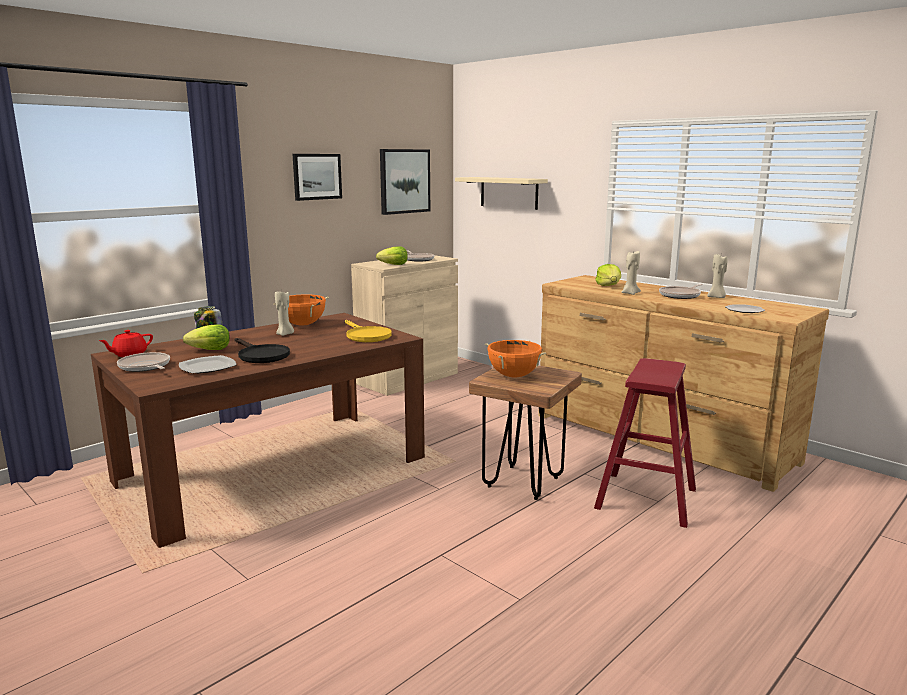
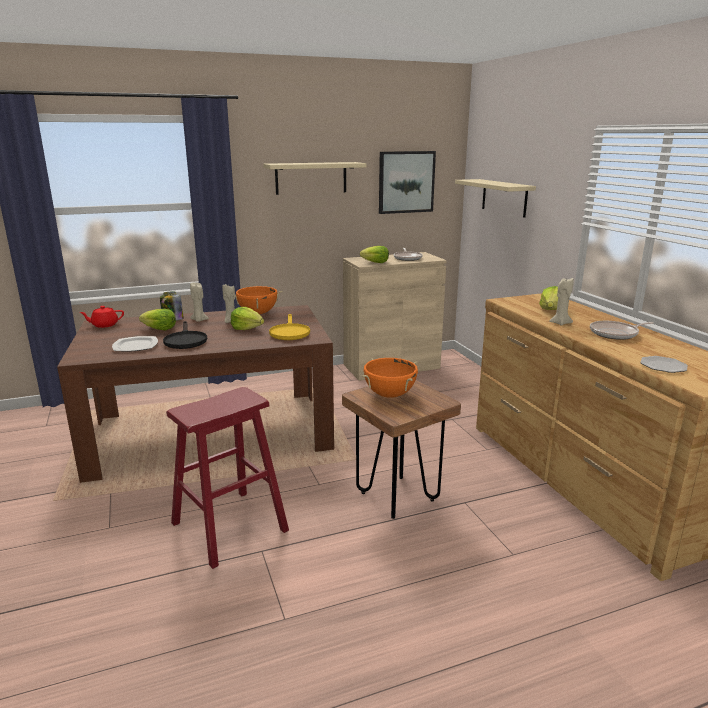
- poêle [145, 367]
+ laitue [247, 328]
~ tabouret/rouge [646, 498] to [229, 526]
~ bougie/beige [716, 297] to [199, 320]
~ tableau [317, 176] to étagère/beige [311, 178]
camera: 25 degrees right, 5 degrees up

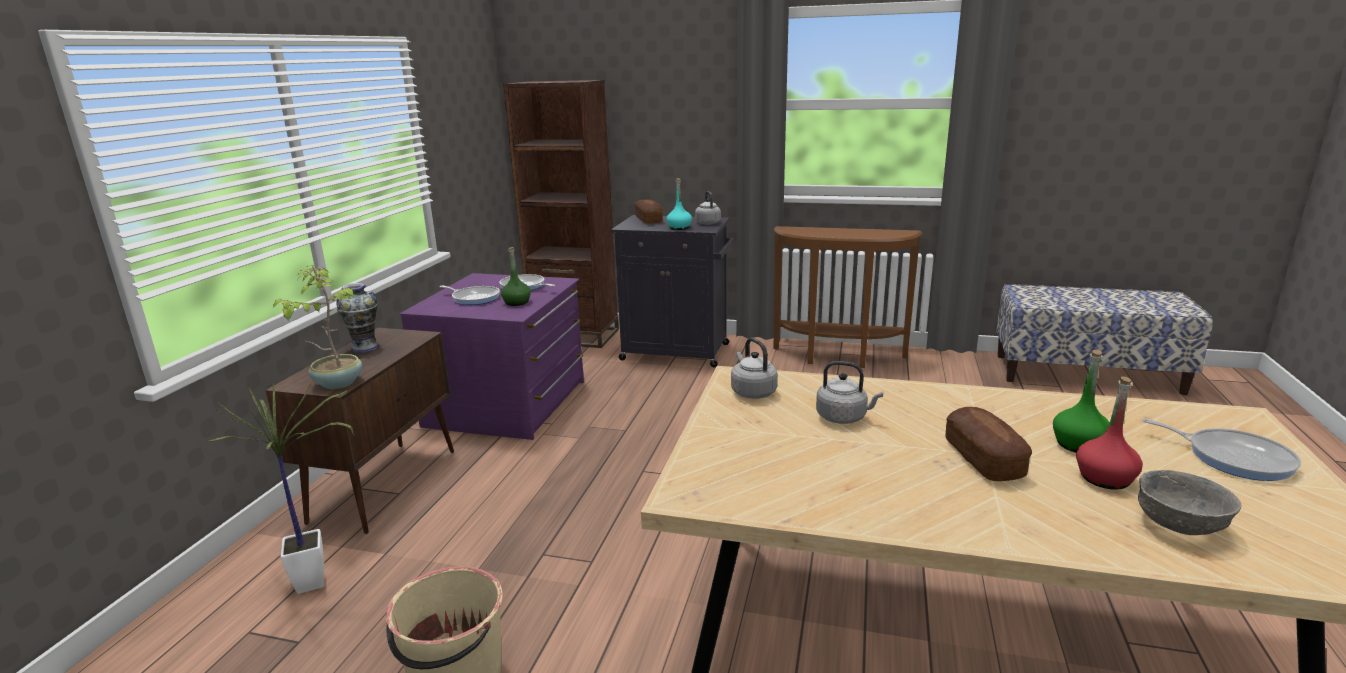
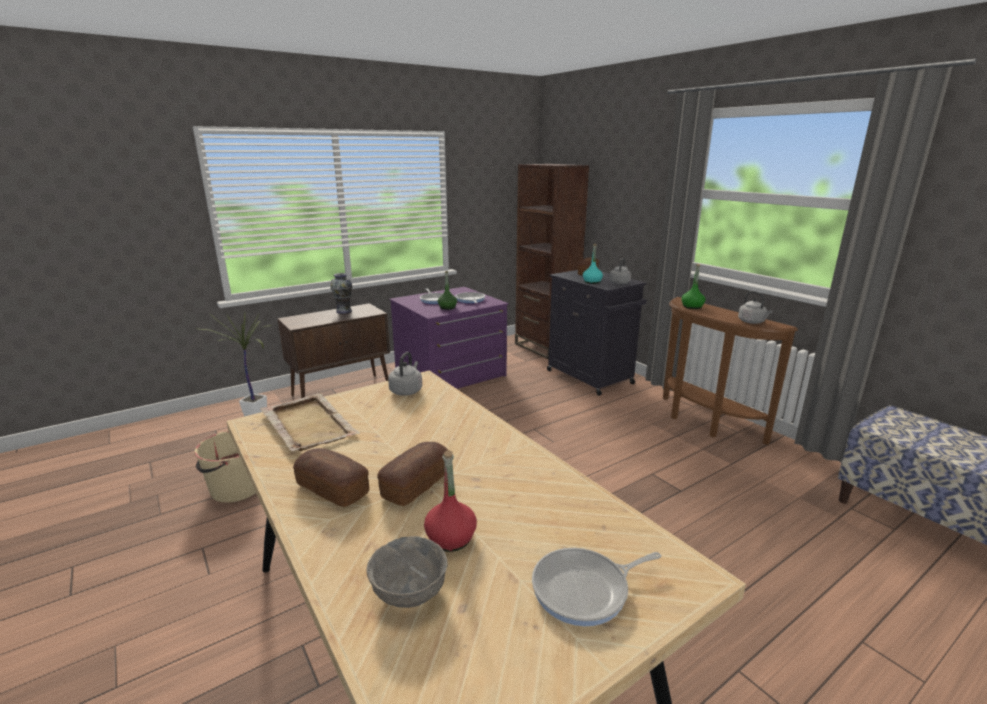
- plante en pot [337, 383]
+ plateau/beige [308, 424]
+ pain [332, 489]
~ bouilloire/gris [844, 417] to [752, 322]
~ bouteille/vert [1079, 445] to [692, 307]
~ poêle [1233, 457] = [585, 590] 75 degrees clockwise
camera: 40 degrees right, 0 degrees up

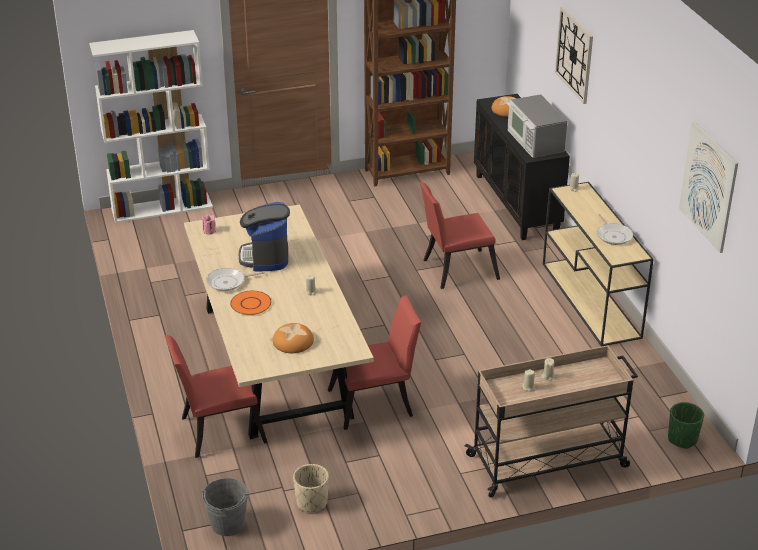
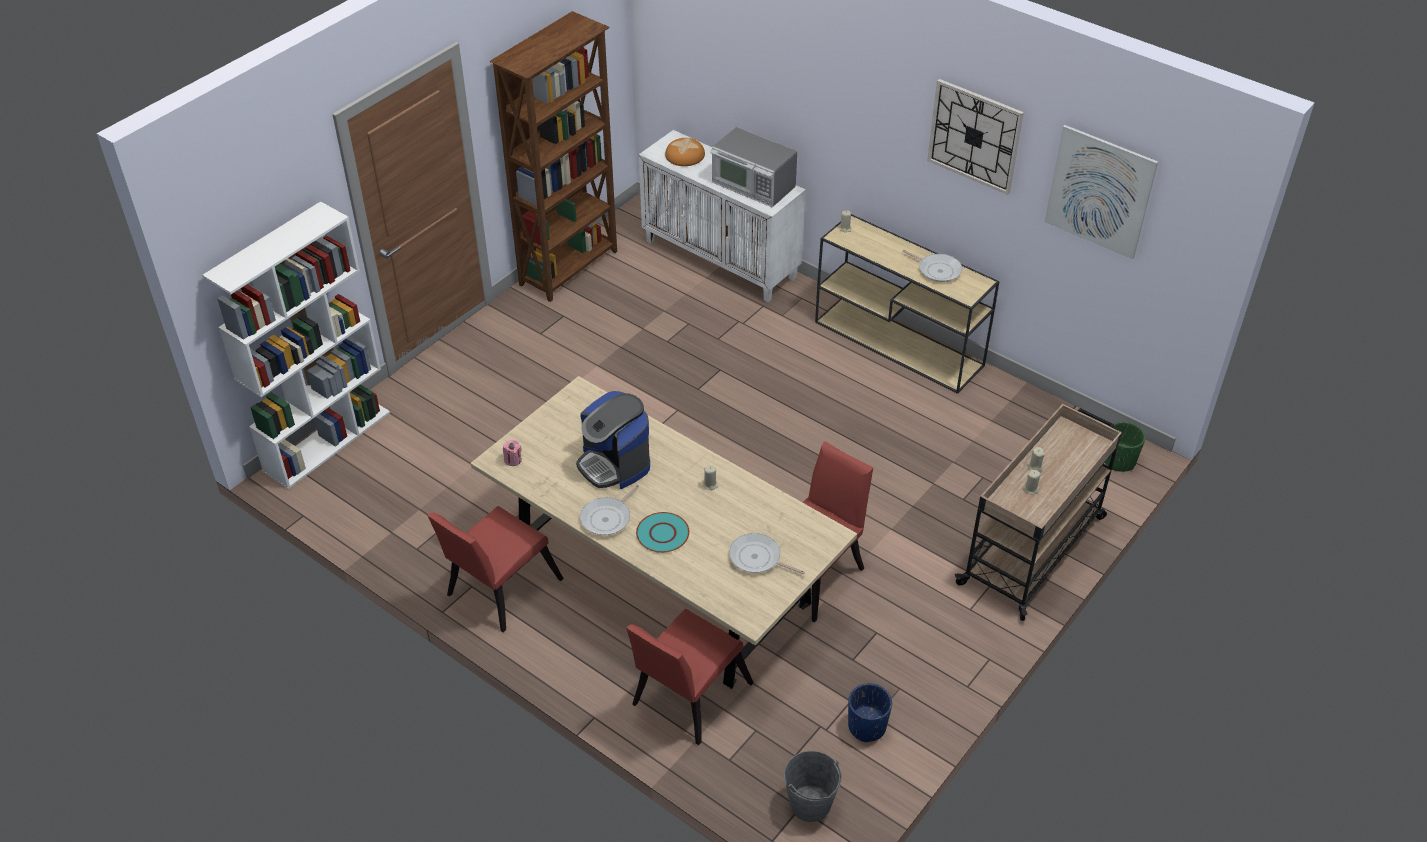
~ chaise/rouge [455, 269] to [498, 590]
~ horloge murale [574, 55] to [974, 136]
~ pain [293, 342] to poêle [758, 558]
~ assiette/orange [250, 304] to assiette/turquoise [662, 534]
~ cache-pot/beige [311, 502] to cache-pot/bleu [867, 727]
~ meuble de rangement/noir [517, 204] to meuble de rangement/blanc [722, 259]
camera: 35 degrees left, 10 degrees up

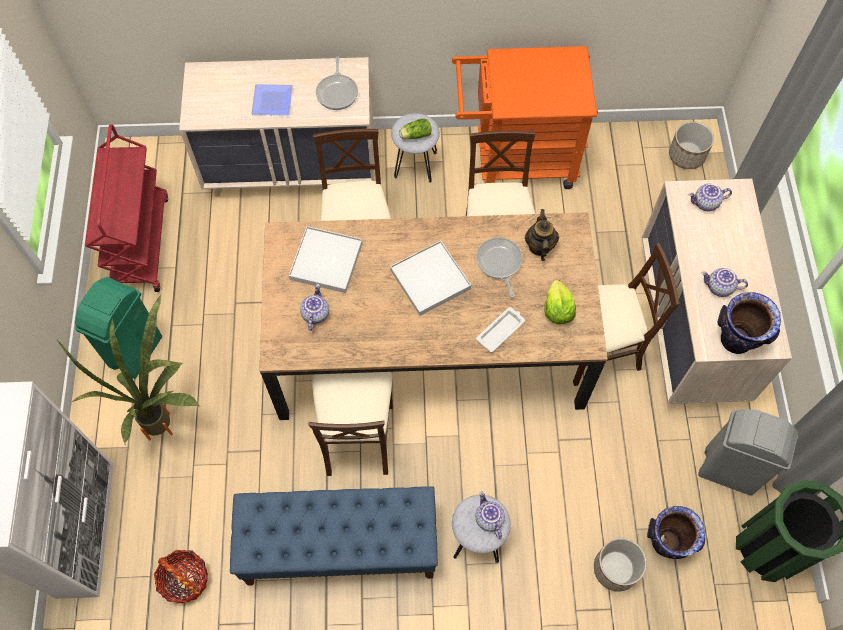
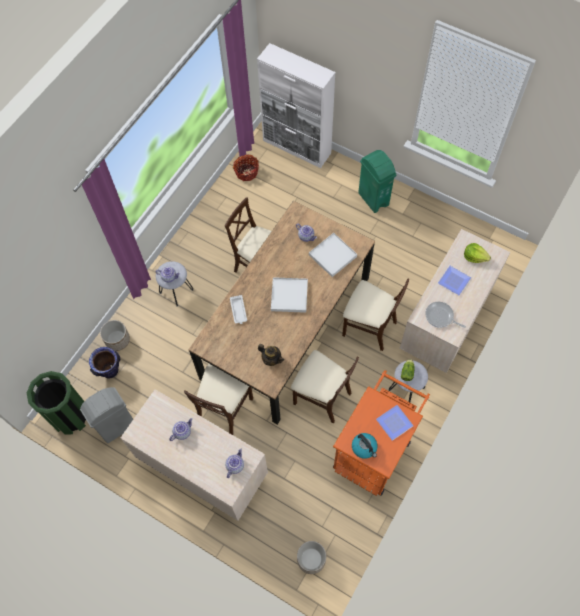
- plante en pot [169, 427]
- chariot/rouge [140, 242]
- banc/bleu [339, 548]
- poêle [499, 263]
- vase [735, 340]
+ bouilloire [364, 447]
+ assiette [393, 422]
~ laitue [557, 310] to [474, 257]
camera: 125 degrees right, 0 degrees up

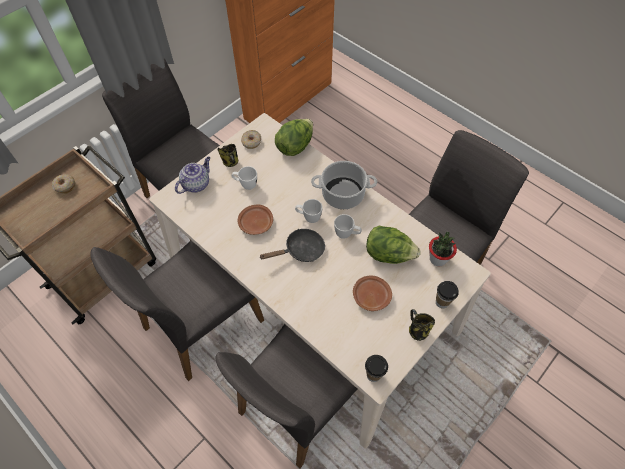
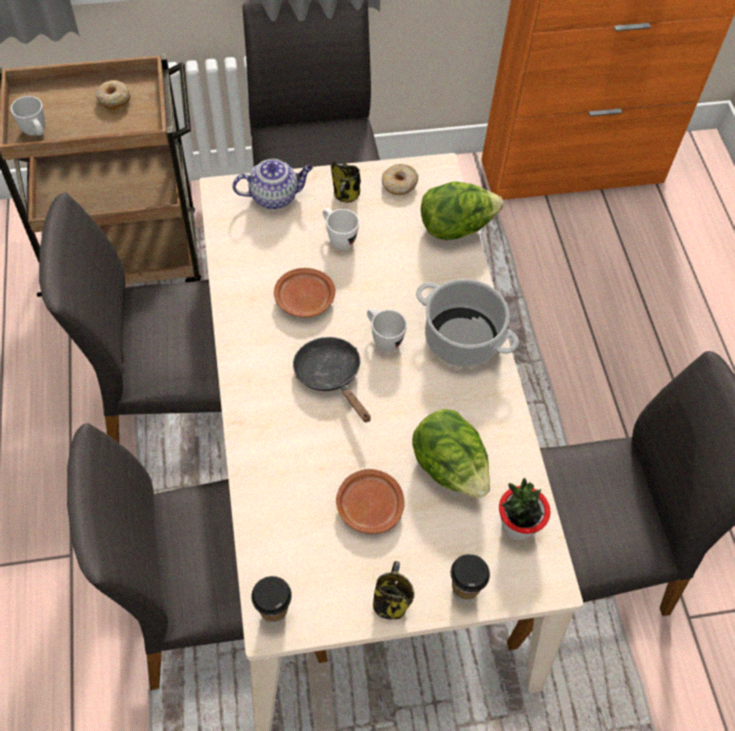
~ mug/blanc [347, 234] to [37, 133]
~ poêle/noir [301, 250] = [331, 376] 135 degrees counterclockwise
camera: 35 degrees right, 0 degrees up

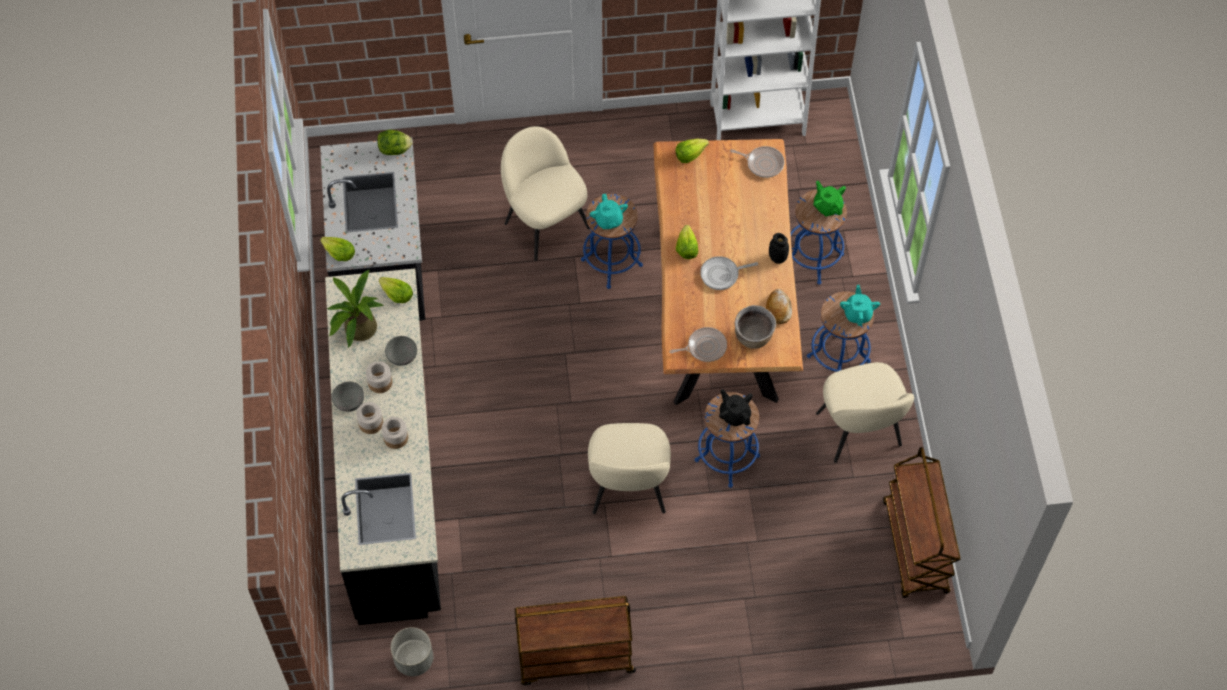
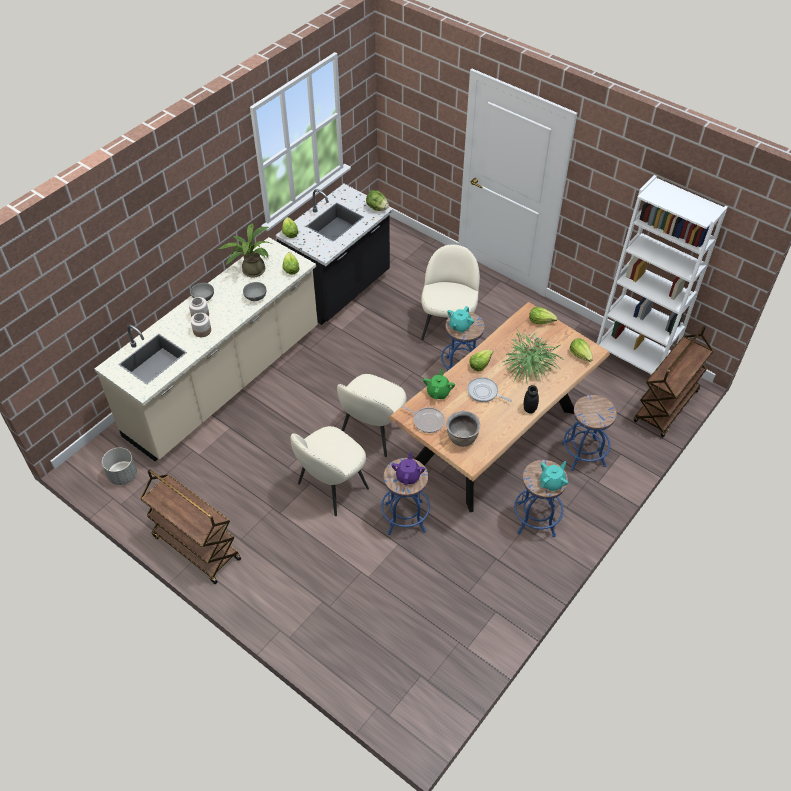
- bocal [380, 382]
- pain [778, 309]
+ plante en pot [529, 366]
~ théière/vert [827, 206] to [438, 392]
~ chaise/beige [859, 431] to [372, 432]
~ chariot/marron [915, 548] to [666, 407]
~ poêle [763, 163] to laitue [580, 355]
~ comptoir de cuisine/noir [393, 477] to comptoir de cuisine/beige [225, 382]
~ théière/noir [734, 414] to théière/violet [408, 476]
camera: 45 degrees right, 10 degrees down

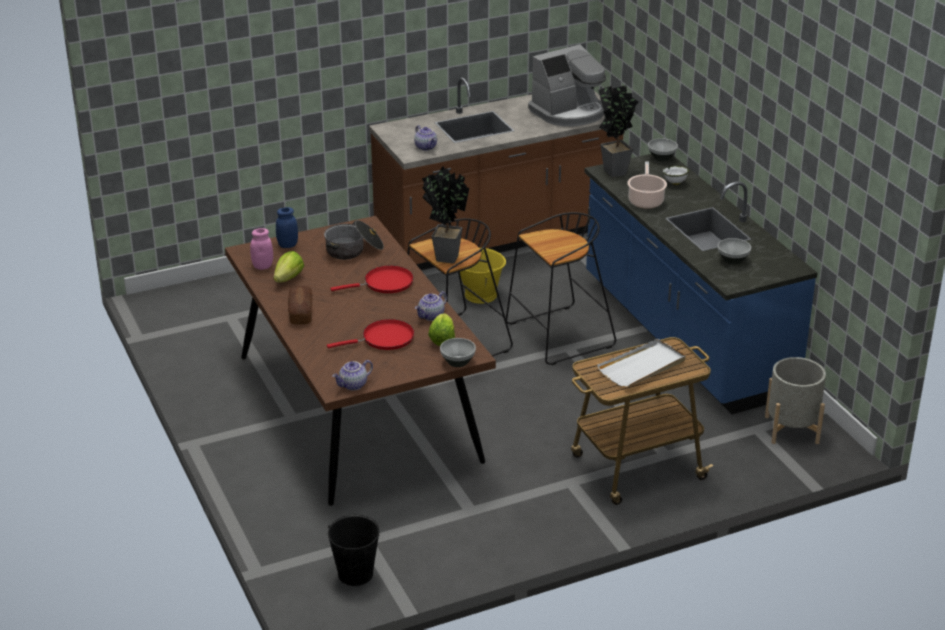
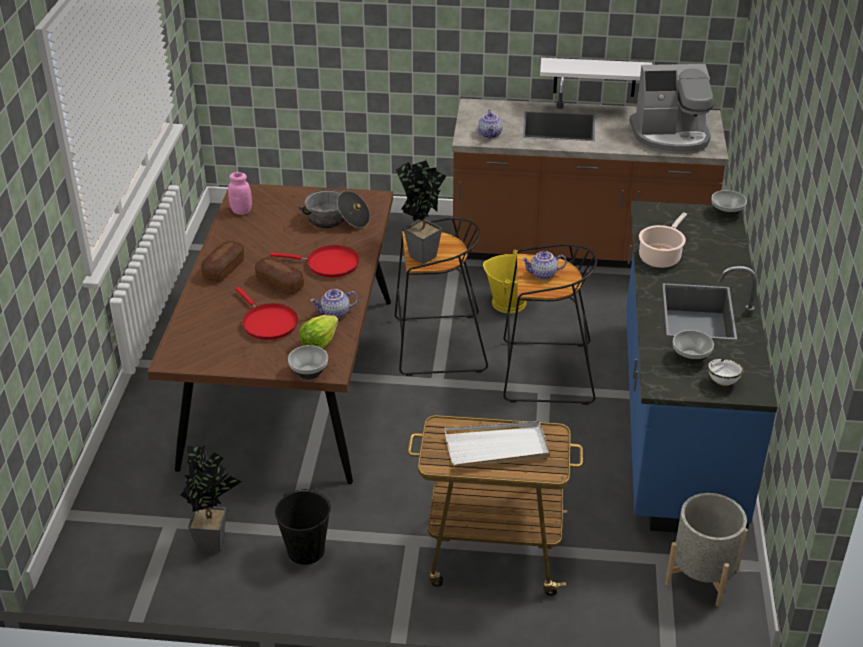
- laitue [288, 278]
- bocal/bleu [287, 245]
+ pain [280, 284]
+ étagère/blanc [594, 77]
~ seau/noir [355, 574] to [305, 550]
~ théière [353, 385] to [543, 275]
~ plante en pot [615, 170] to [215, 540]
~ bol/blanc [675, 183] to [722, 383]
~ poêle/rouge [384, 339] = [268, 322] 45 degrees clockwise
camera: 30 degrees right, 5 degrees up

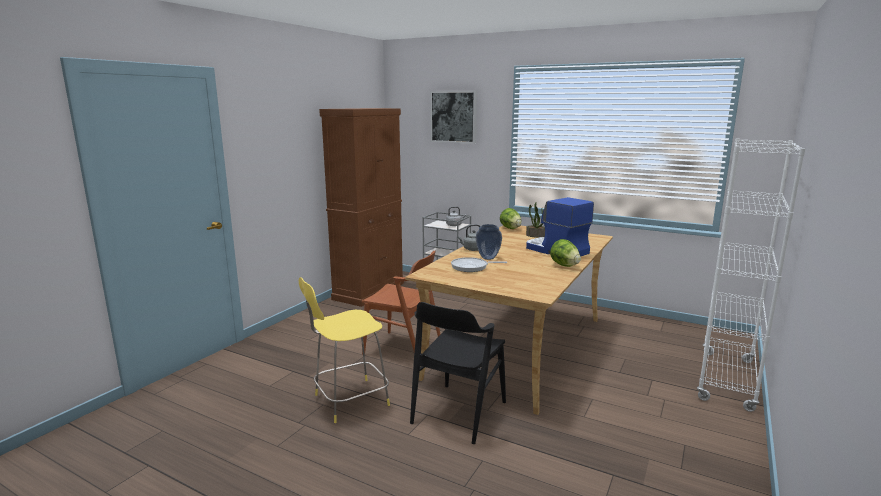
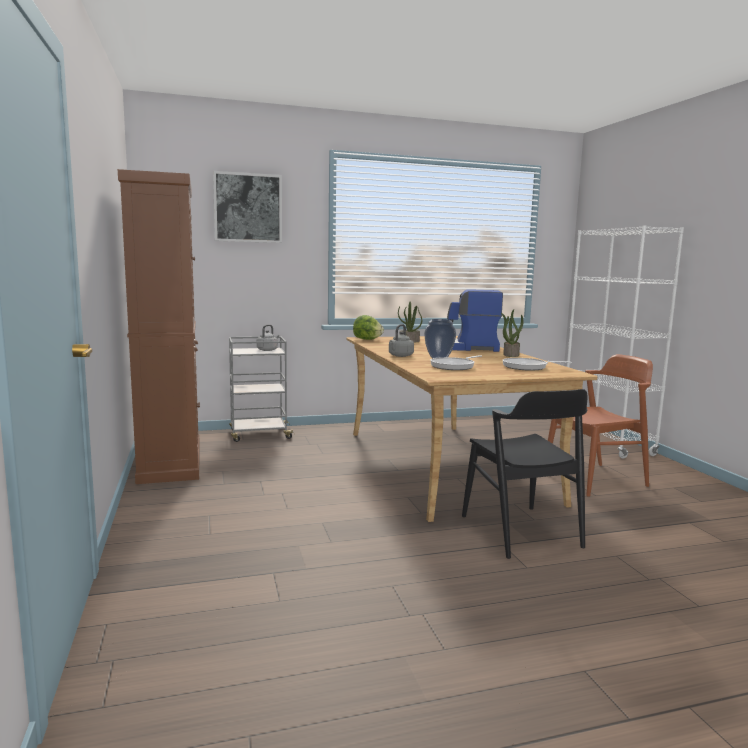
- tabouret/jaune [348, 401]
+ poêle [527, 367]
~ chaise/marron [403, 348] to [595, 479]
~ laitue [564, 265] to plante en pot [510, 355]
camera: 45 degrees left, 5 degrees down

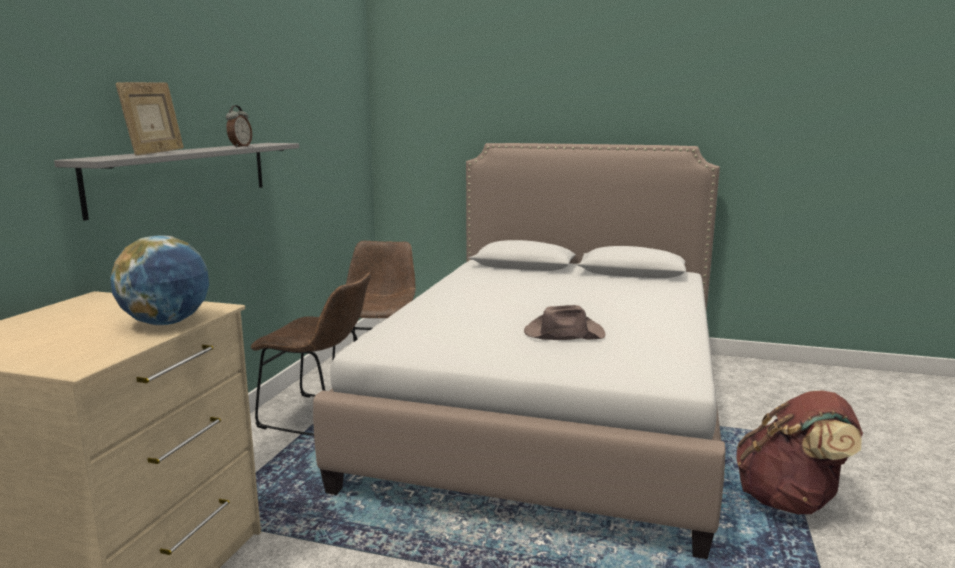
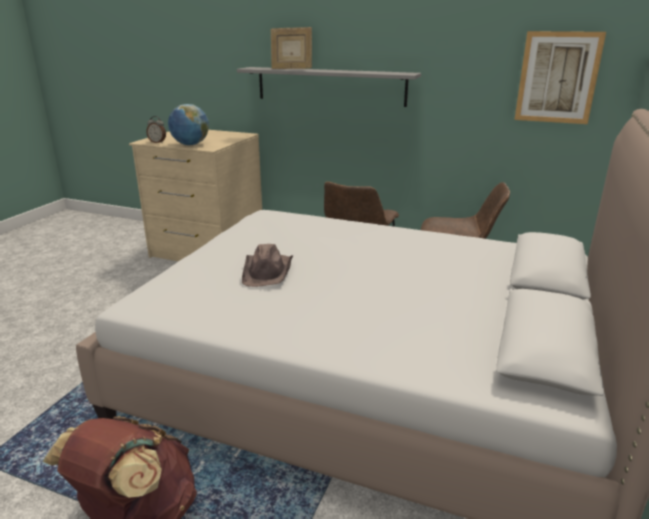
+ tableau [557, 78]
~ réveil [240, 146] to [158, 142]
camera: 95 degrees right, 10 degrees up

